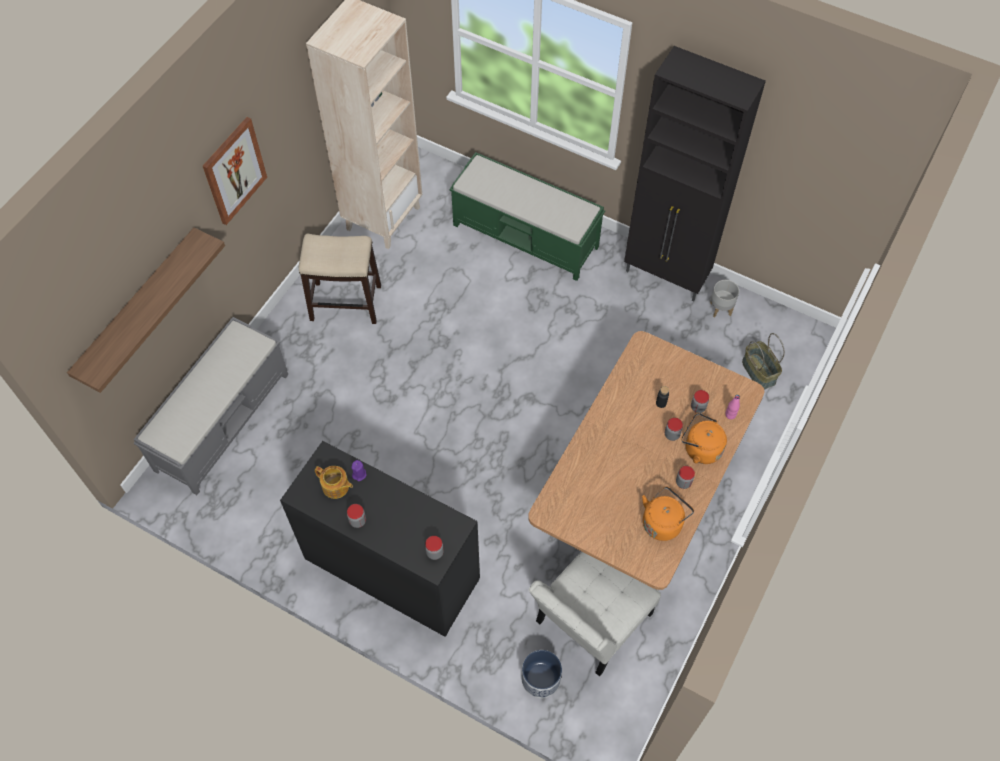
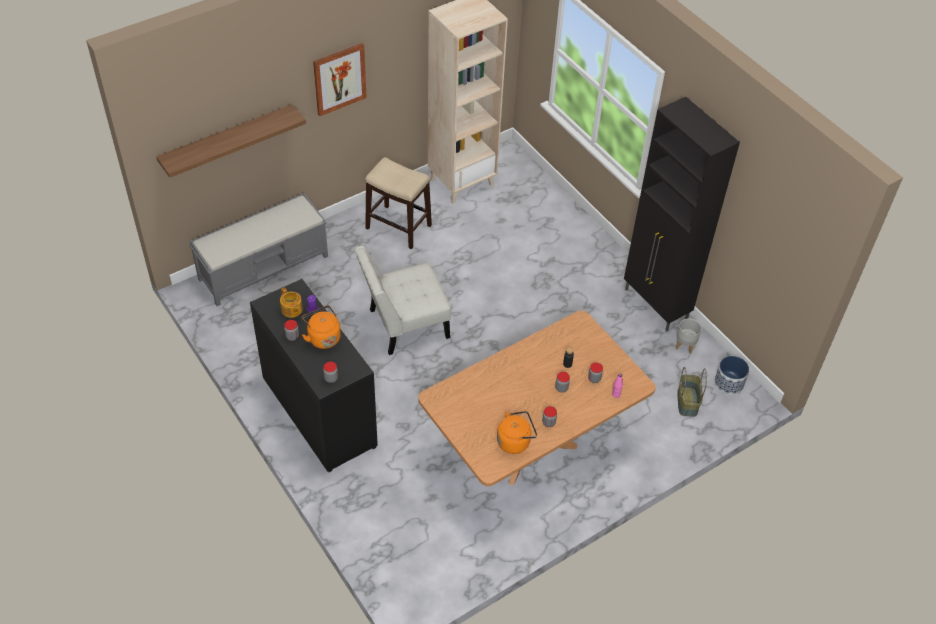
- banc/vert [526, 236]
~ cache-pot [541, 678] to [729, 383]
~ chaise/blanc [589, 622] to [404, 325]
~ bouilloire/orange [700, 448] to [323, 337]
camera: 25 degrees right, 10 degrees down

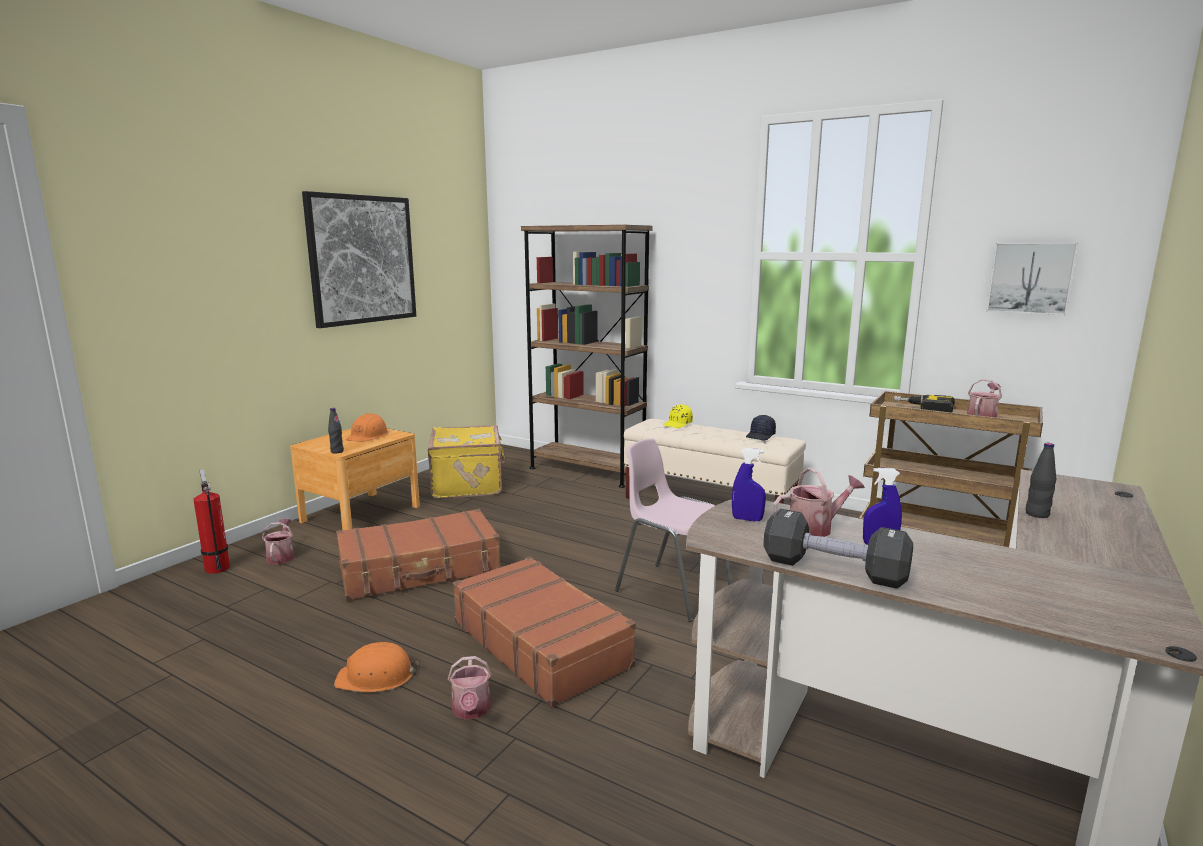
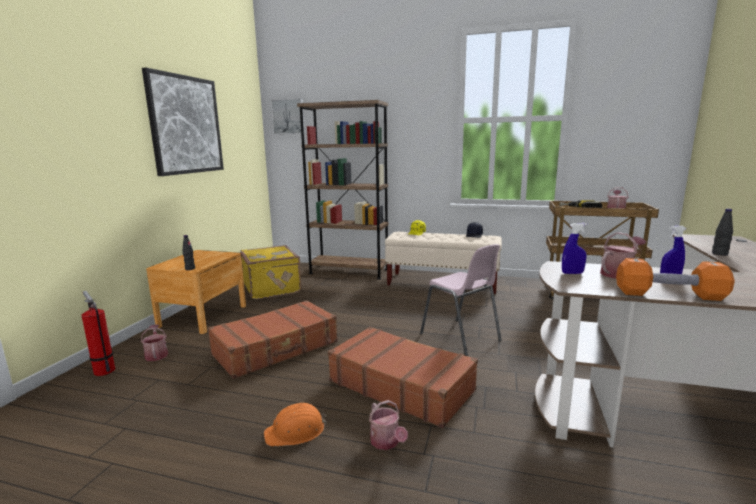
- casque de chantier/orange [368, 436]
~ tableau [1030, 278] to [288, 116]
~ haltère/noir [833, 570] to haltère/orange [669, 295]
~ chaise/rose [672, 590] = [460, 337] 150 degrees counterclockwise
camera: 15 degrees left, 0 degrees up

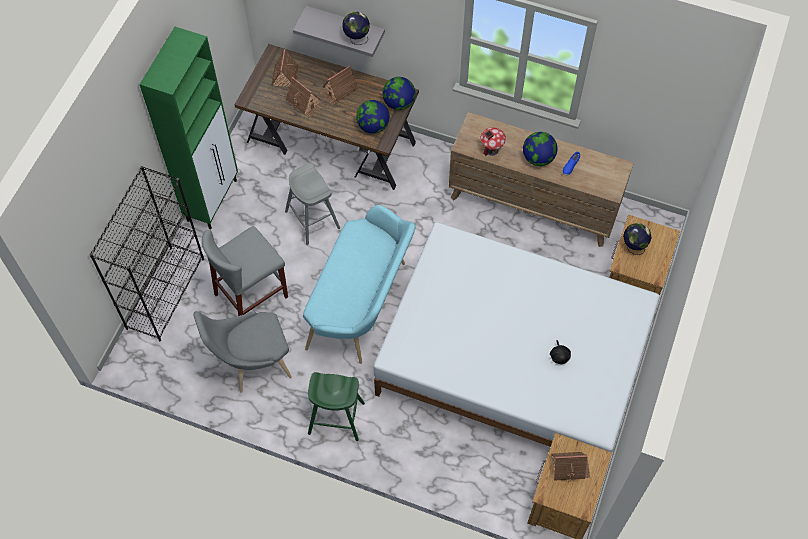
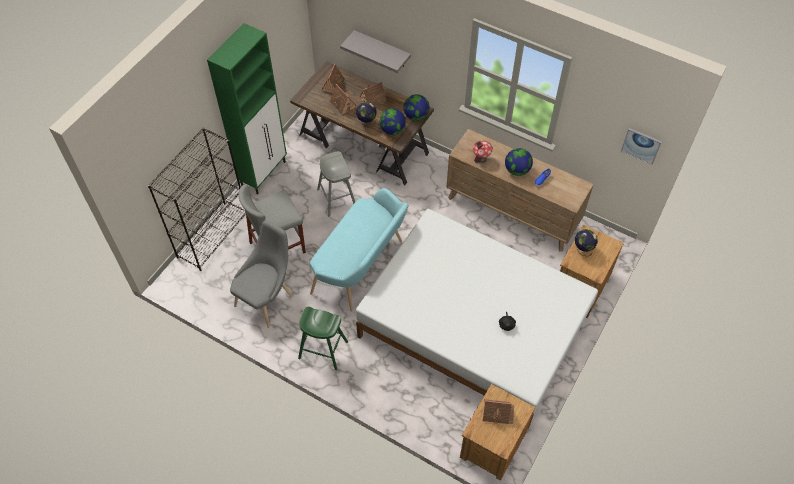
+ tableau [641, 145]
~ globe [356, 39] to [366, 122]
~ chaise/gris [253, 364] = [267, 298] 135 degrees clockwise
camera: 10 degrees right, 5 degrees down

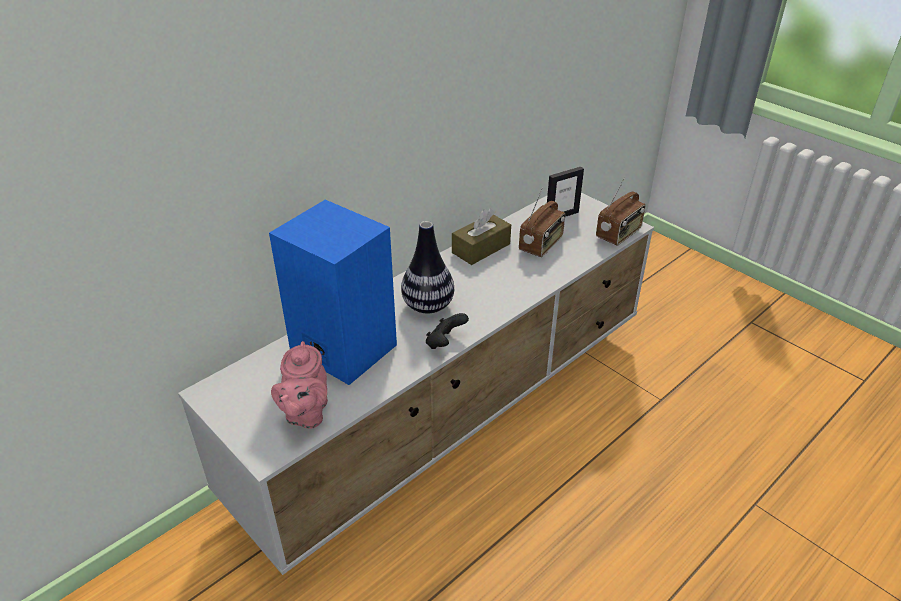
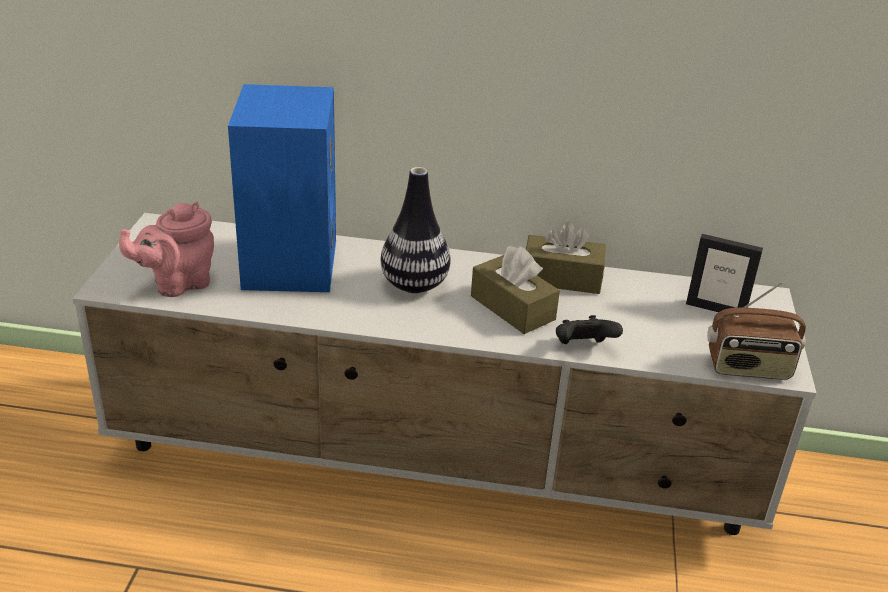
- radio [541, 245]
+ boîte à mouchoirs/marron [512, 308]
~ manette/noir [445, 343] to [583, 348]
camera: 50 degrees right, 5 degrees down

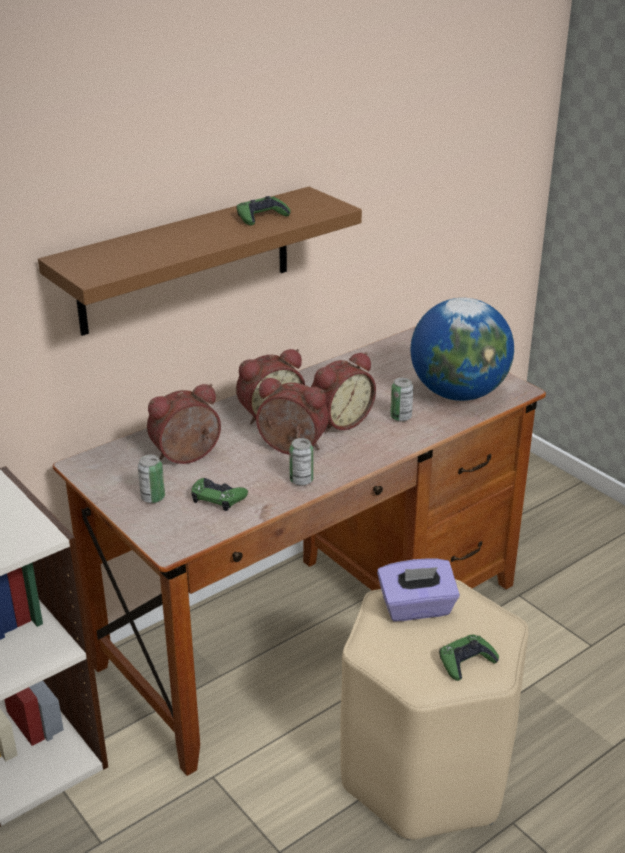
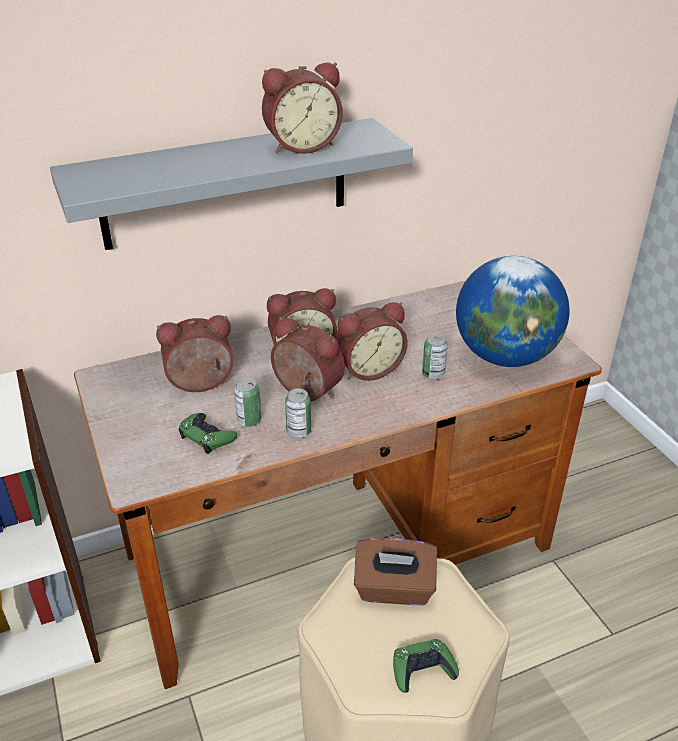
~ boîte métallique [153, 498] to [249, 420]
~ manette/vert [261, 217] to réveil [301, 146]
~ étagère/marron [186, 260] to étagère/gris [225, 184]
~ boîte à mouchoirs/violet [416, 608] to boîte à mouchoirs/marron [394, 589]
camera: 15 degrees right, 5 degrees up

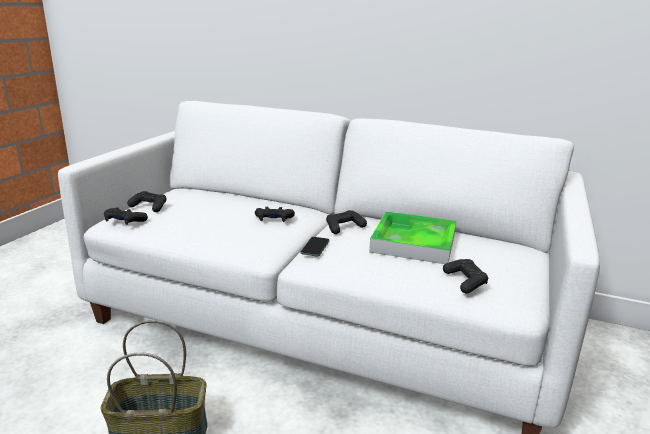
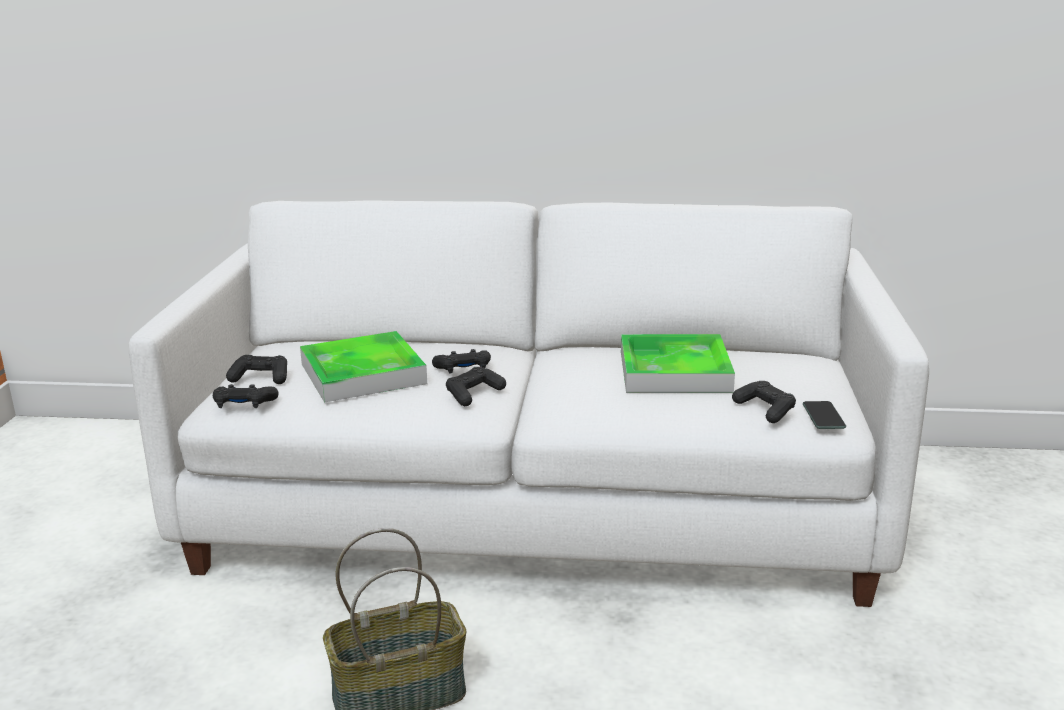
+ plateau [363, 374]
~ téléphone [315, 247] to [823, 416]
~ manette/noir [344, 227] to [474, 394]
camera: 15 degrees left, 0 degrees up

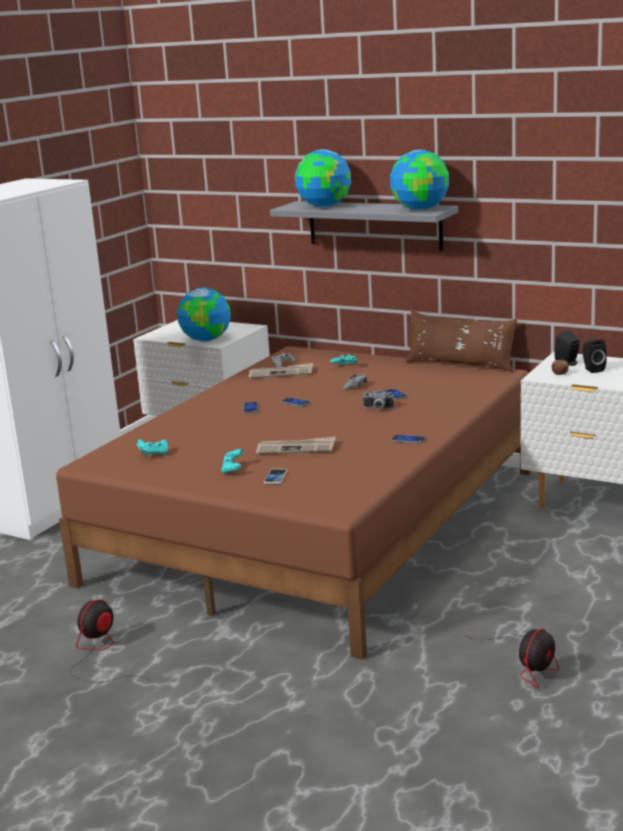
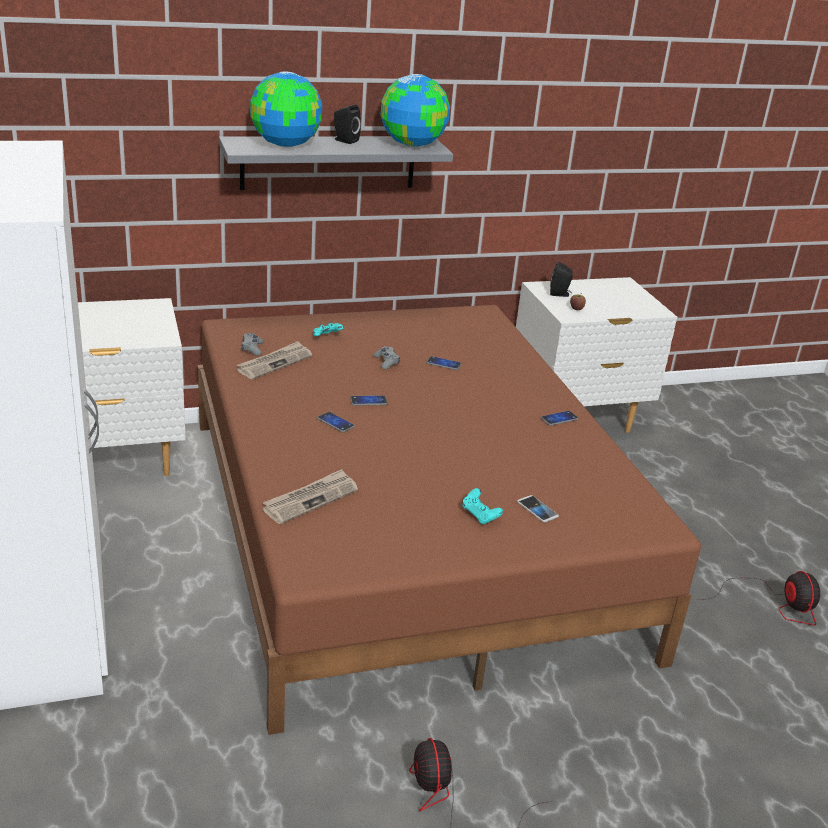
- manette/turquoise [154, 454]
- globe [206, 339]
- appareil photo [378, 408]
- coussin/marron [460, 365]
~ journal [296, 448] to [310, 499]
~ enceinte/noir [592, 369] to [344, 140]
camera: 50 degrees left, 10 degrees up

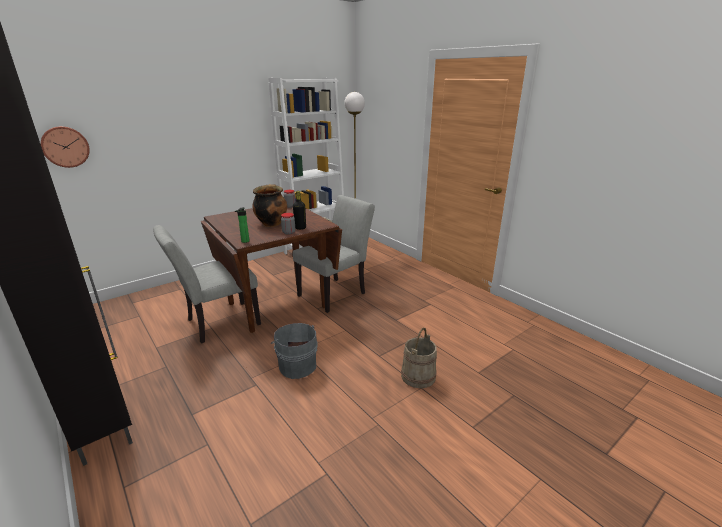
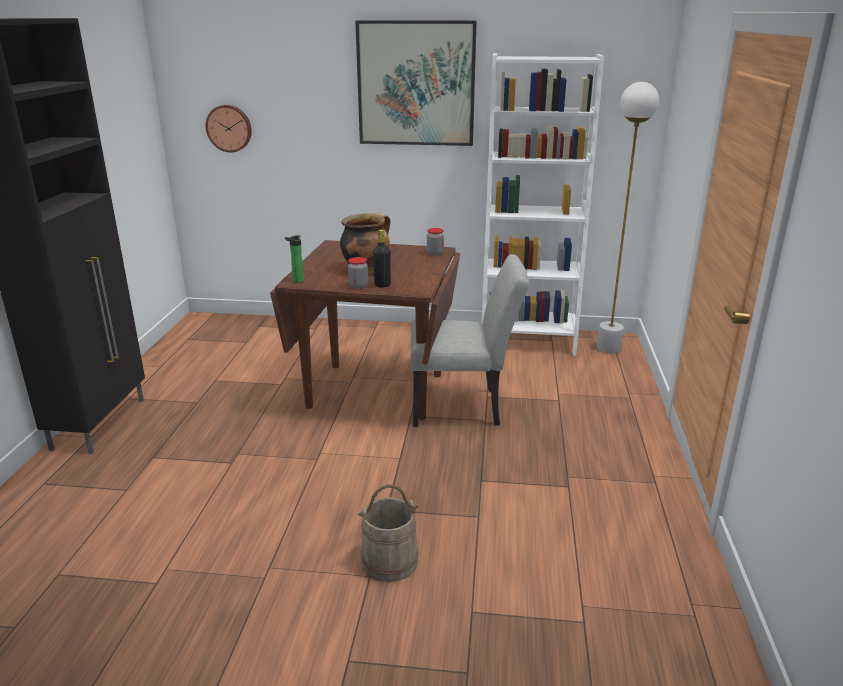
- chaise/gris [217, 323]
- seau/gris [297, 365]
+ tableau [416, 84]
camera: 45 degrees right, 0 degrees up

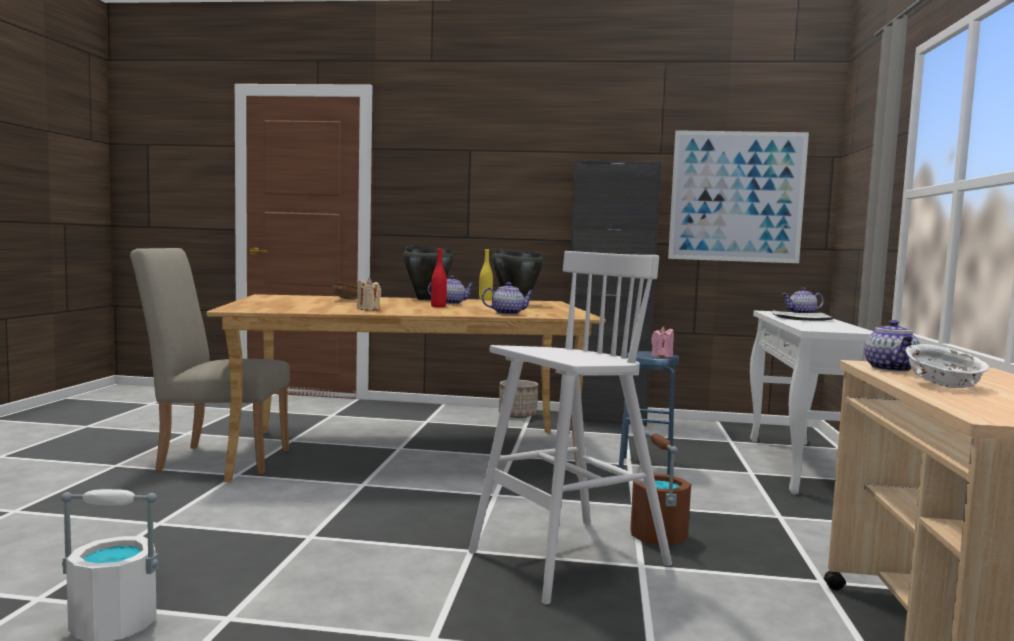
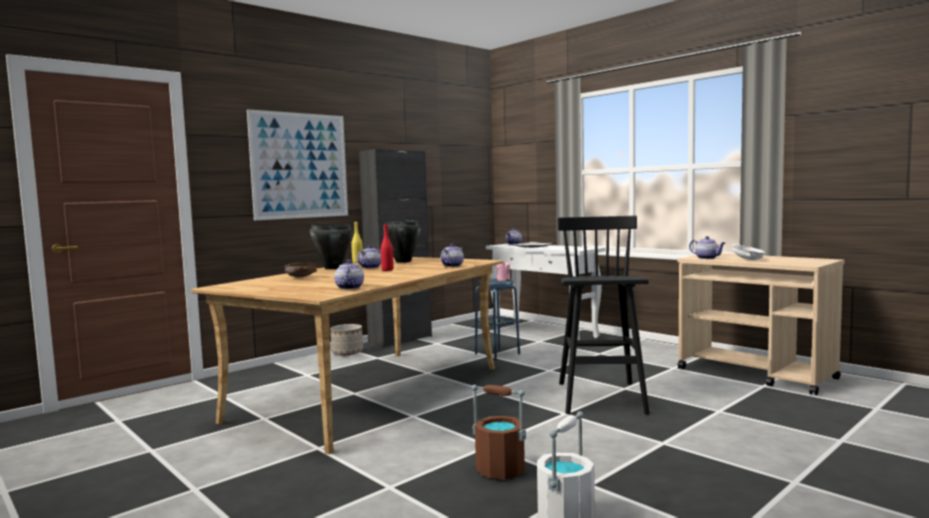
- chaise/beige [215, 459]
- bougie/beige [368, 309]
+ théière [349, 288]
~ seau/marron [657, 536] to [500, 470]
~ tableau [736, 196] to [300, 165]
~ tabouret/blanc [566, 559] to tabouret/noir [601, 399]
camera: 50 degrees left, 0 degrees up

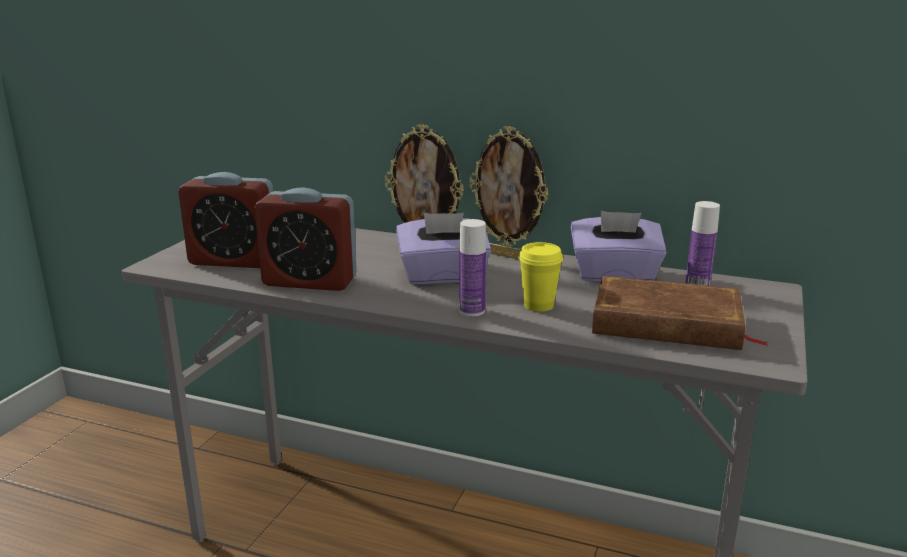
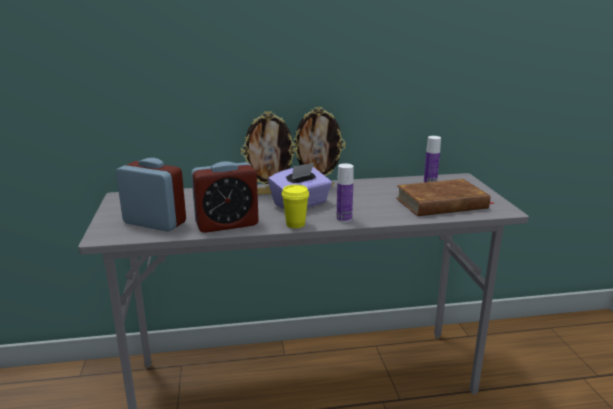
- boîte à mouchoirs/violet [614, 275]
~ tasse/jaune [538, 305] to [295, 224]
~ réveil [234, 260] = [154, 222] 135 degrees counterclockwise
camera: 30 degrees left, 0 degrees up

